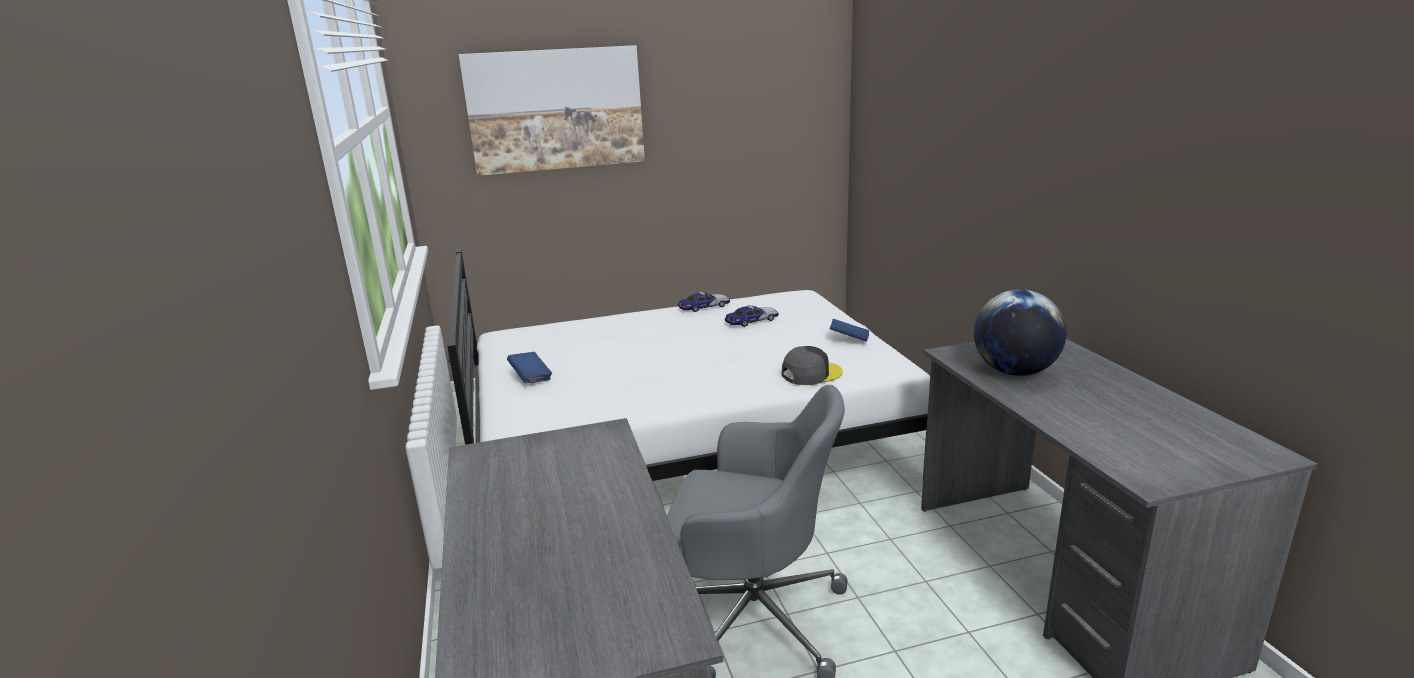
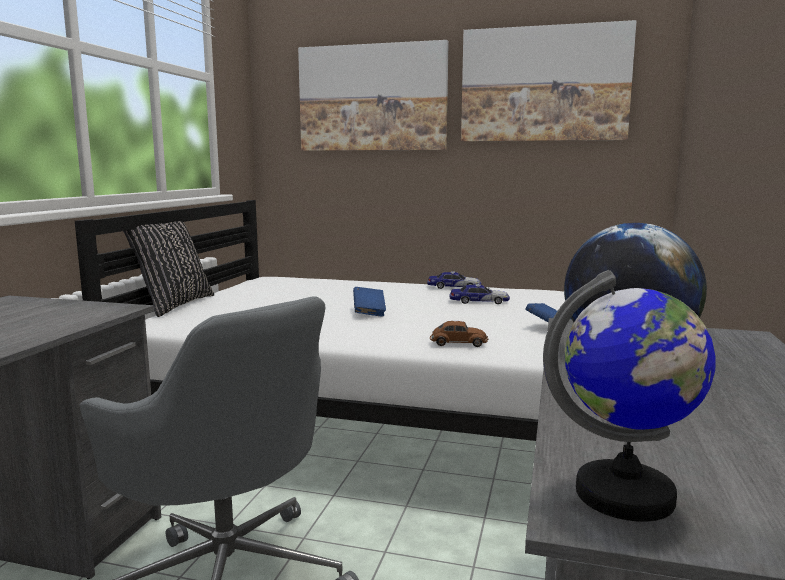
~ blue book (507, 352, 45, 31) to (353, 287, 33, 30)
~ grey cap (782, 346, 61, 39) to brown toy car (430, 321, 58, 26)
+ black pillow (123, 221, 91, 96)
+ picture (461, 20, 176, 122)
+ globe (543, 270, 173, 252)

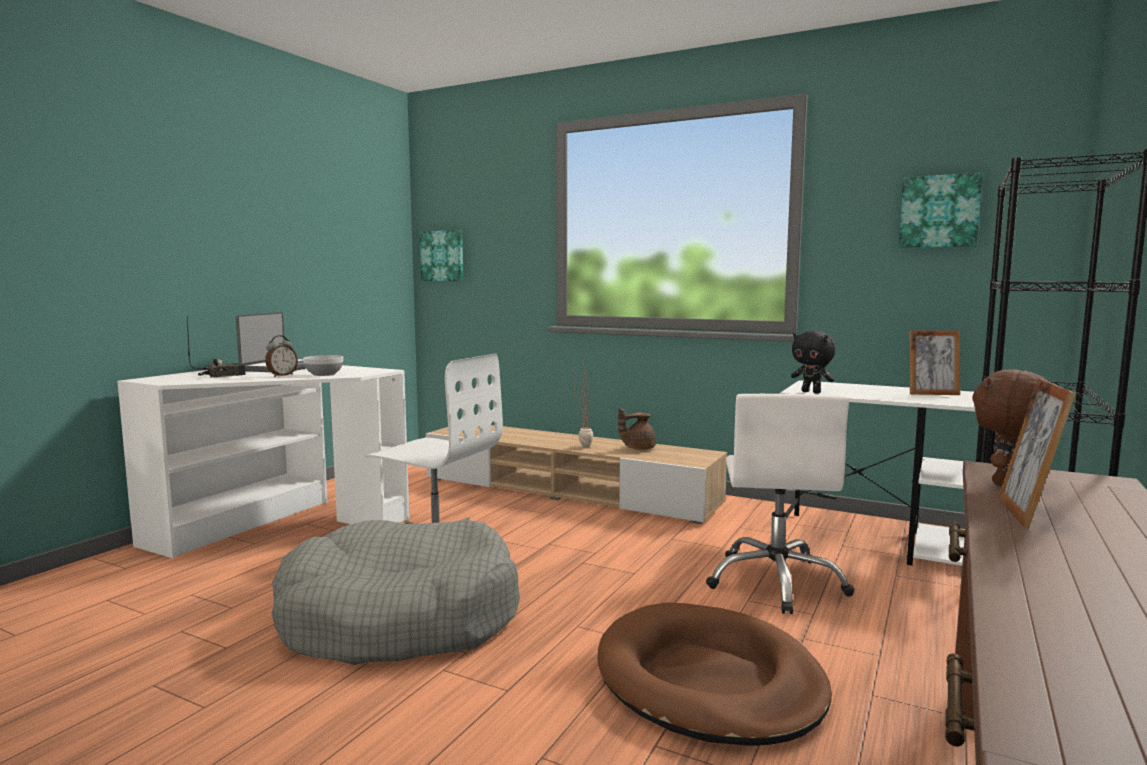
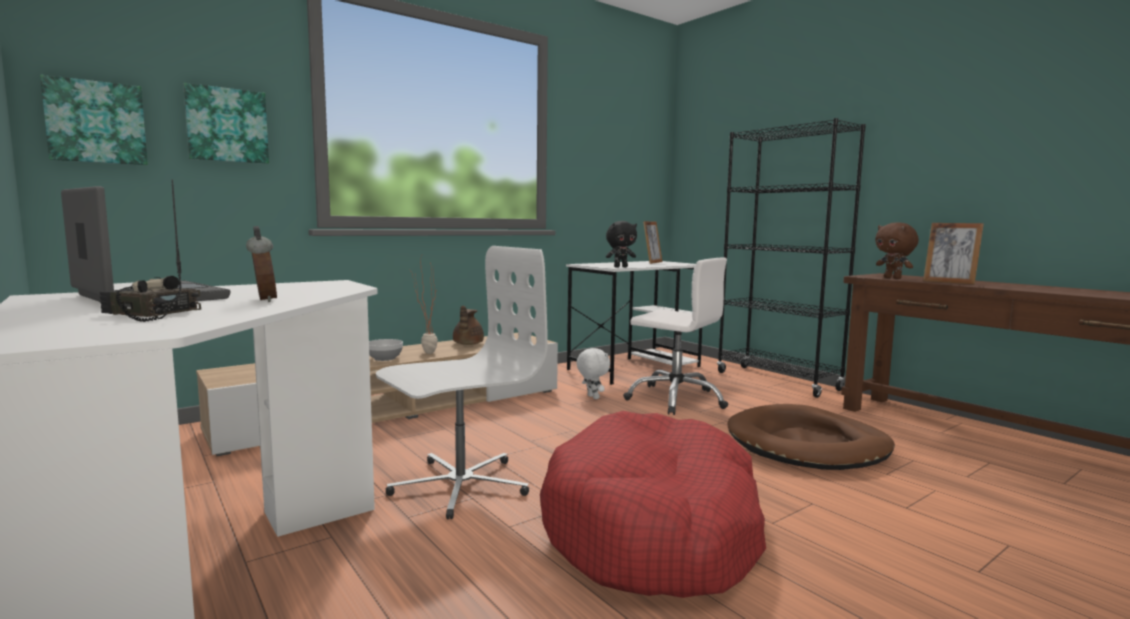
~ radio (187, 316, 59, 61) = (99, 179, 102, 143) 60 degrees counterclockwise
~ grey dog bed (271, 520, 249, 145) to red dog bed (540, 411, 226, 187)
~ bowl (303, 355, 40, 21) to (369, 339, 34, 22)
~ picture (899, 173, 83, 75) to (183, 83, 86, 81)
+ white plush toy (577, 348, 33, 51)

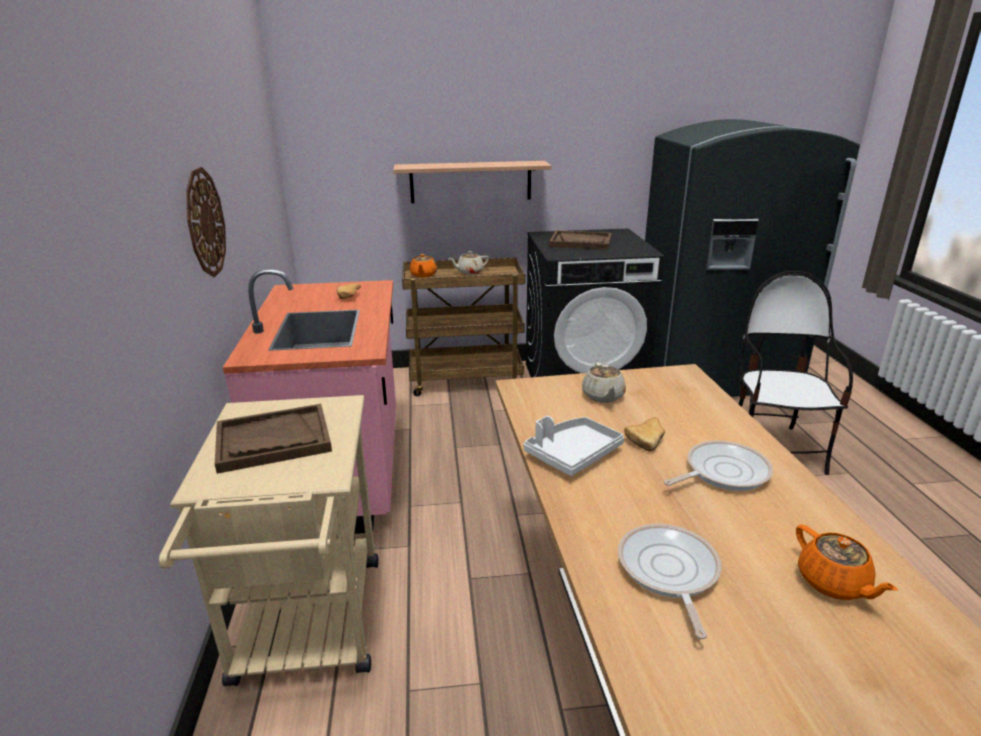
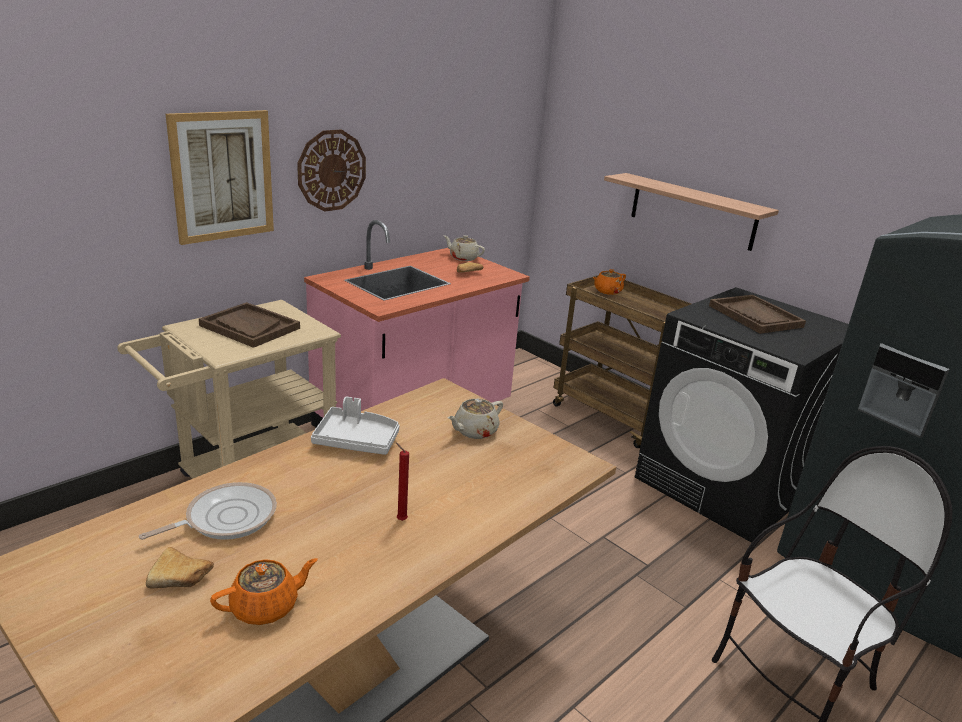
~ beige teapot (448, 251, 41, 24) to (443, 235, 42, 26)
~ bread (624, 417, 41, 35) to (146, 547, 68, 42)
~ frying pan (664, 441, 109, 50) to red candle (396, 443, 13, 78)
~ orange teapot (796, 525, 102, 75) = (210, 558, 108, 67) 150 degrees counterclockwise
+ picture (166, 110, 108, 135)

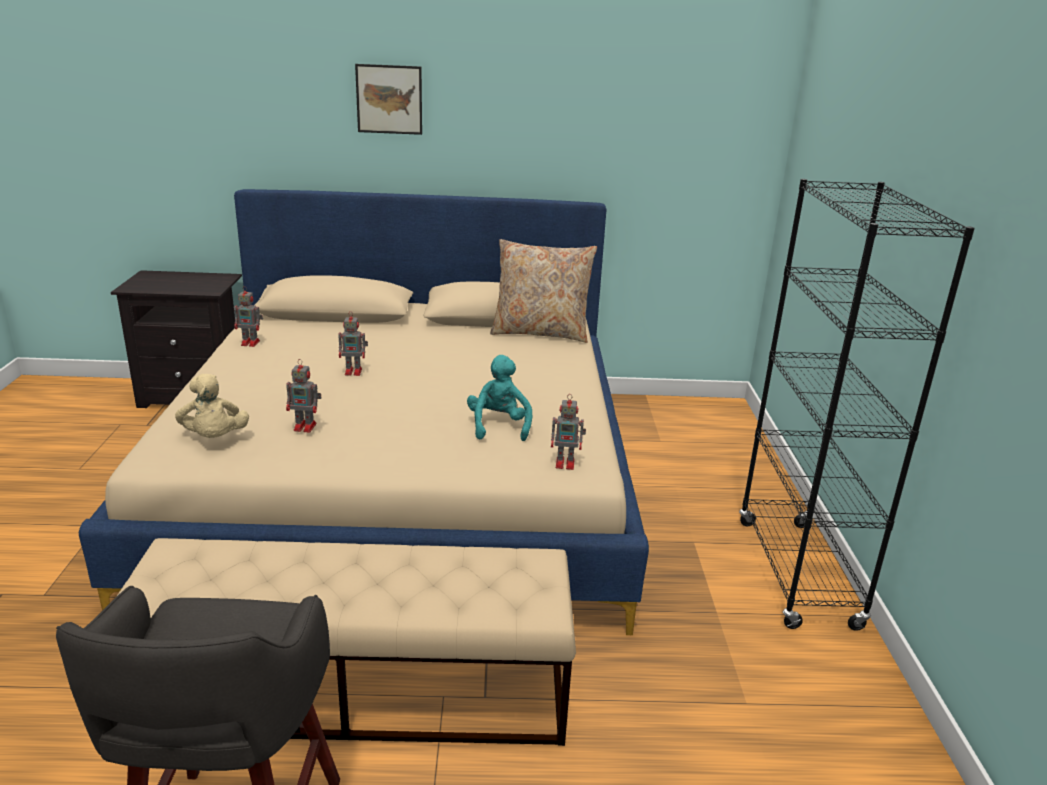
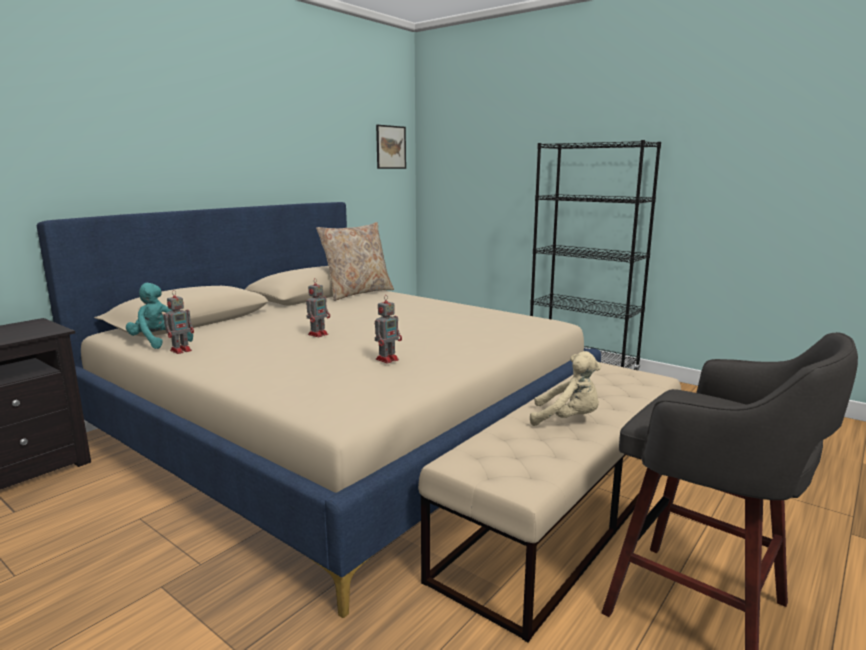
~ beige plush toy (175, 374, 74, 64) to (530, 351, 71, 75)
~ picture (355, 64, 67, 71) to (376, 125, 30, 44)
~ turquoise plush toy (467, 355, 65, 86) to (126, 283, 67, 66)
- toy robot (551, 394, 35, 76)

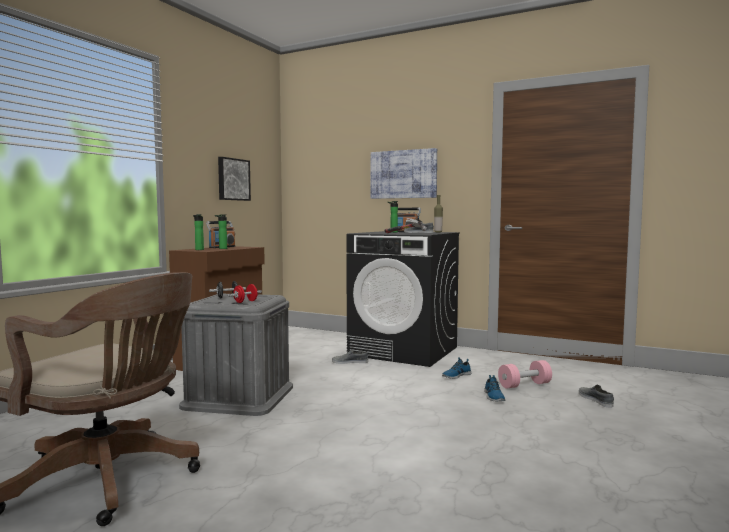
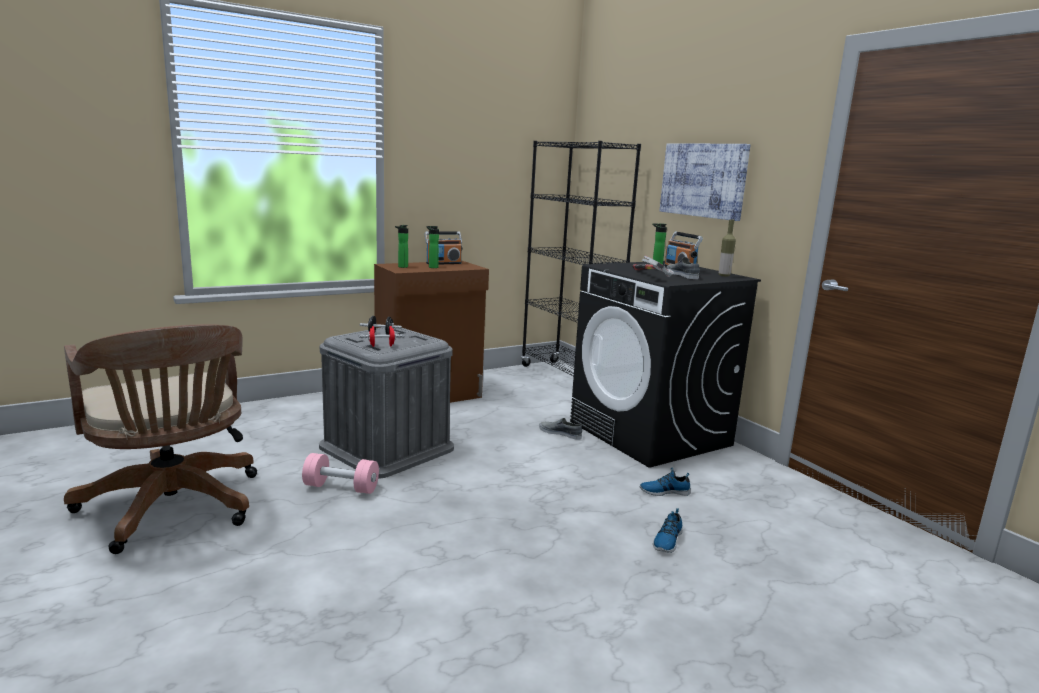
- picture (218, 157, 33, 44)
~ pink dumbbell (498, 360, 54, 29) to (302, 453, 77, 41)
- grey shoe (579, 385, 35, 23)
+ black bookcase (521, 141, 120, 235)

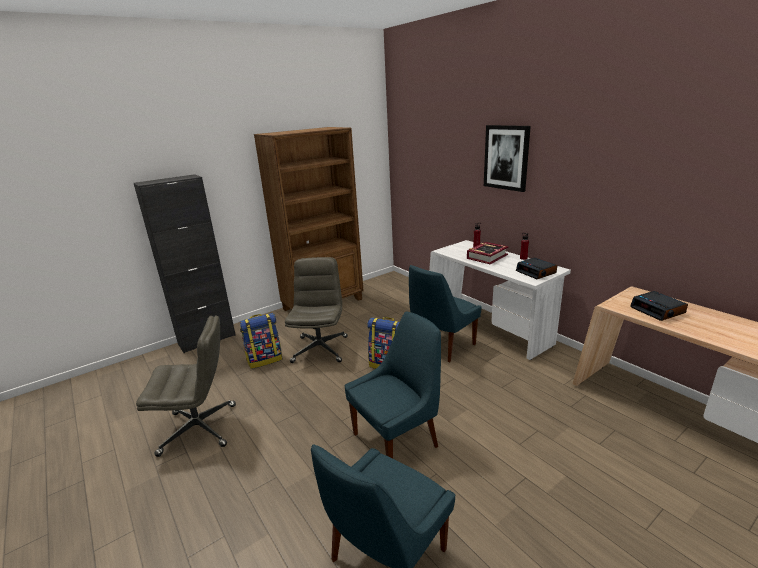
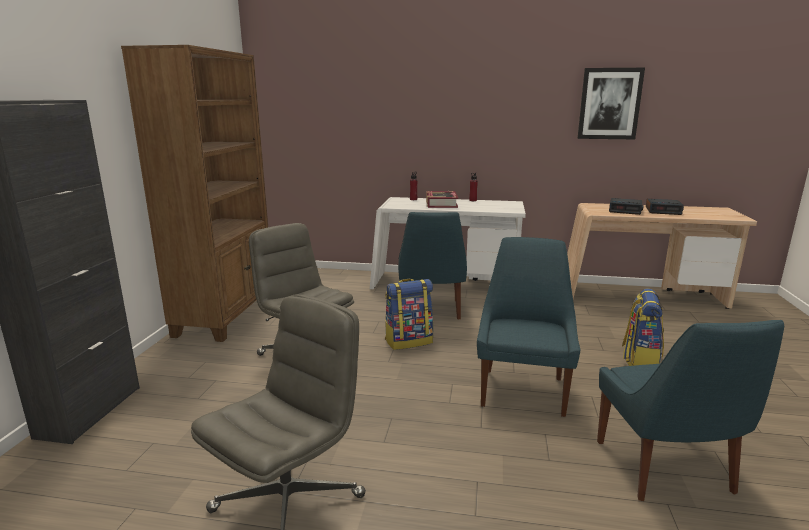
~ backpack (240, 313, 42, 56) to (622, 289, 42, 77)
~ picture (484, 125, 47, 67) to (578, 68, 67, 71)
~ alarm clock (516, 258, 41, 21) to (646, 199, 38, 16)

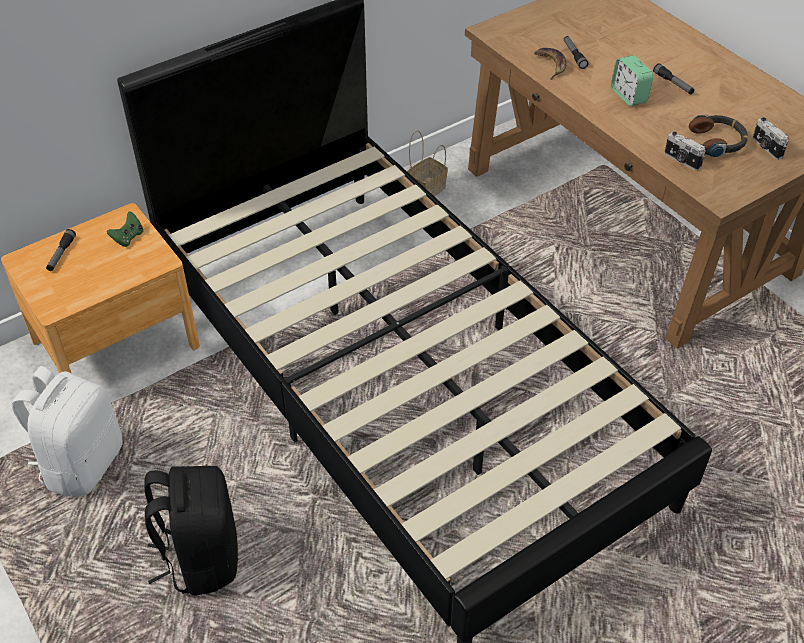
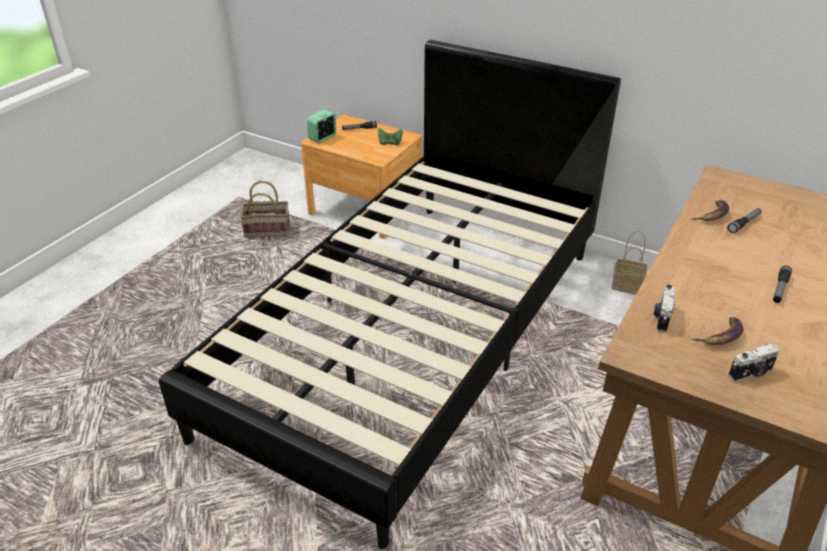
~ white backpack (12, 366, 111, 130) to basket (240, 181, 50, 57)
- black backpack (144, 466, 94, 130)
~ alarm clock (611, 55, 42, 51) to (307, 109, 29, 34)
~ headphones (689, 114, 59, 44) to banana (692, 317, 52, 28)
~ photo camera (753, 117, 36, 43) = (728, 344, 52, 38) 150 degrees counterclockwise

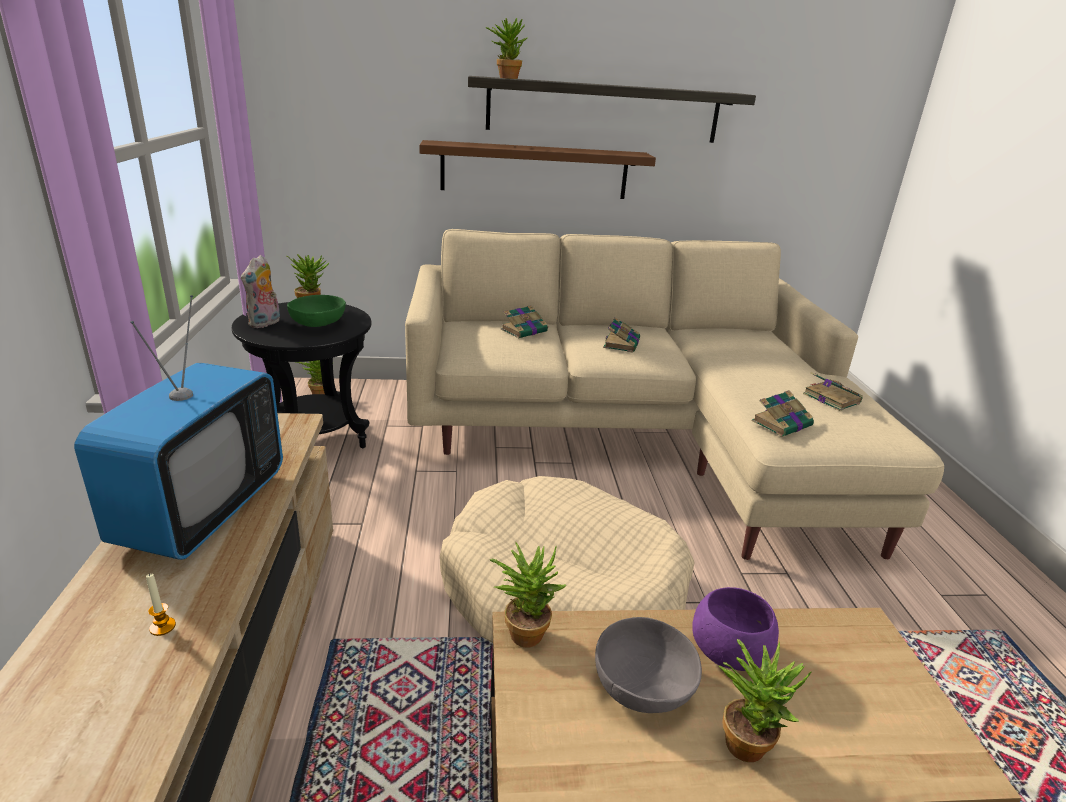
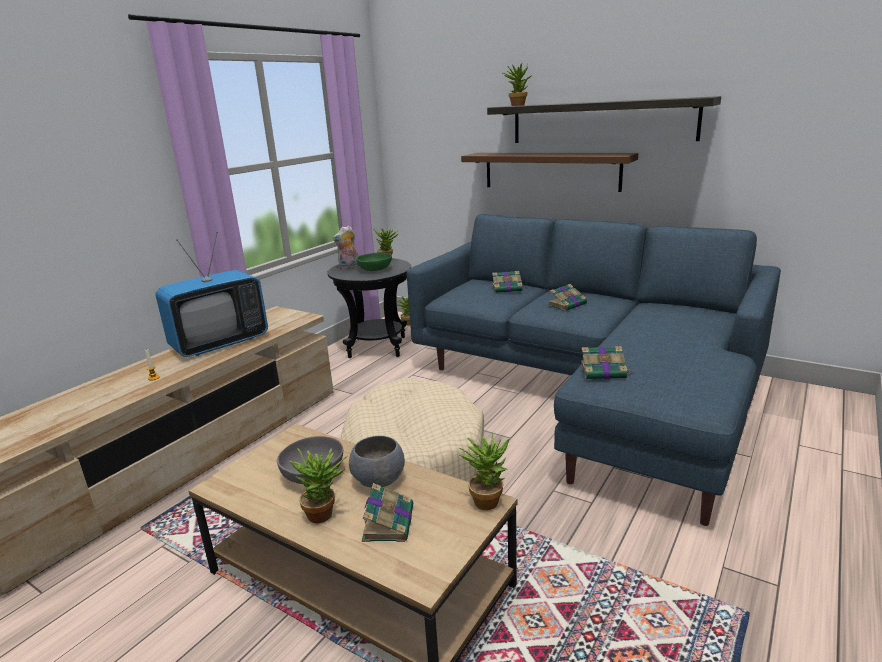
~ beige sofa (405, 229, 539, 331) to blue sofa (407, 214, 374, 312)
~ potted plant (490, 541, 77, 107) to (458, 433, 51, 77)
~ purple bowl (692, 587, 87, 84) to grey bowl (349, 436, 56, 52)
~ book (803, 372, 59, 39) to (362, 483, 51, 59)

